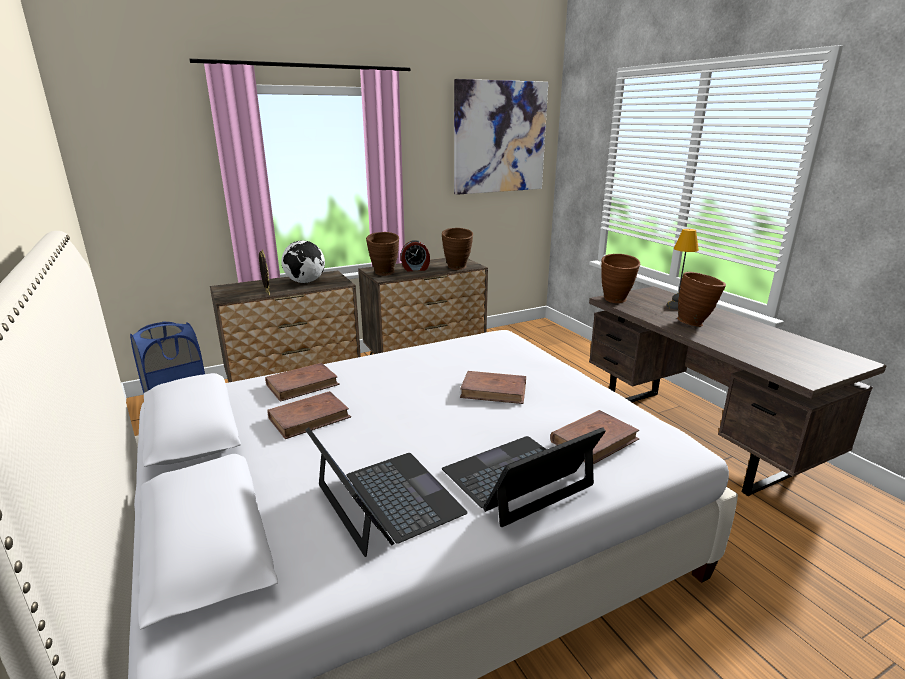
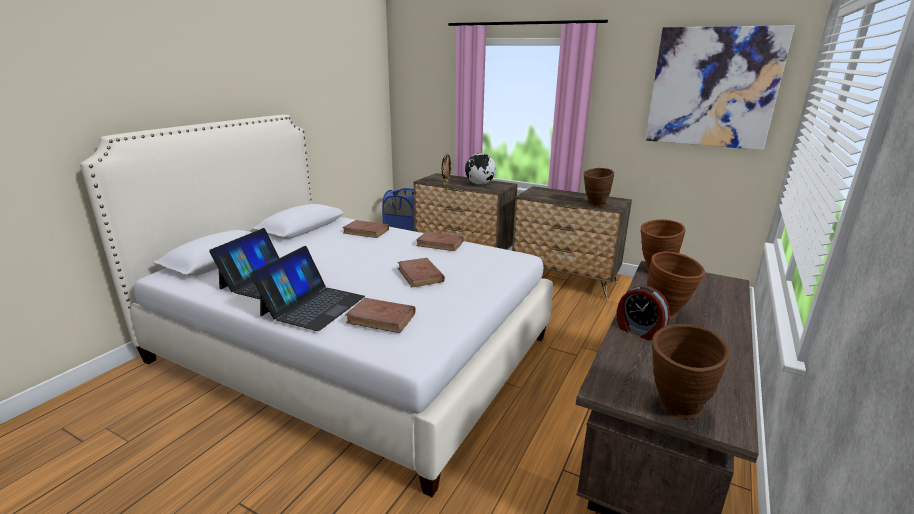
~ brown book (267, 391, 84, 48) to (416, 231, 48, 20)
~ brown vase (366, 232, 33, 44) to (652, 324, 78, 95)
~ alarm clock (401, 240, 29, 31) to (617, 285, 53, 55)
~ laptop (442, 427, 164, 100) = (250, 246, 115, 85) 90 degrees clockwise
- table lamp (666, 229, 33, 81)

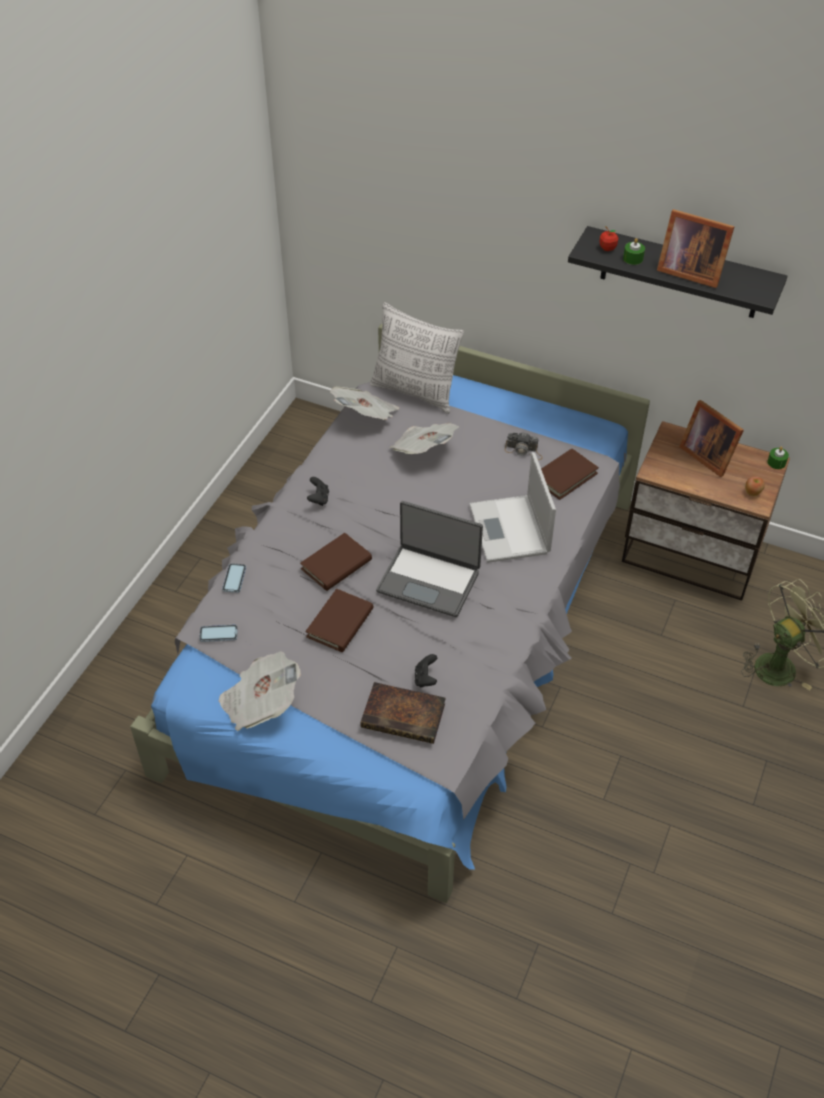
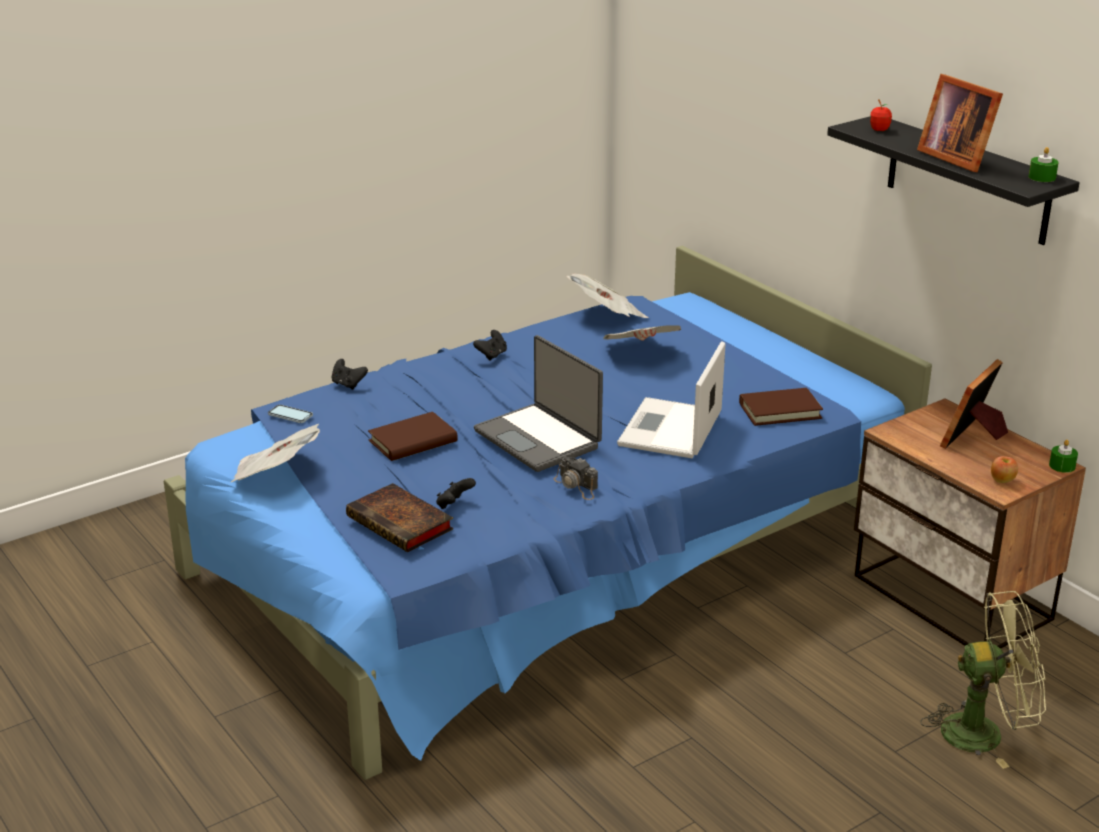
~ grey bed (130, 324, 520, 579) to blue bed (164, 245, 768, 535)
~ phone (222, 563, 24, 30) to black game controller (331, 359, 37, 31)
- brown book (300, 533, 72, 58)
- pillow (370, 302, 94, 112)
~ photo camera (505, 433, 38, 27) to (553, 457, 45, 43)
~ green candle (623, 238, 22, 27) to (1029, 147, 30, 35)
~ picture frame (679, 400, 65, 77) = (940, 359, 68, 90) 45 degrees clockwise

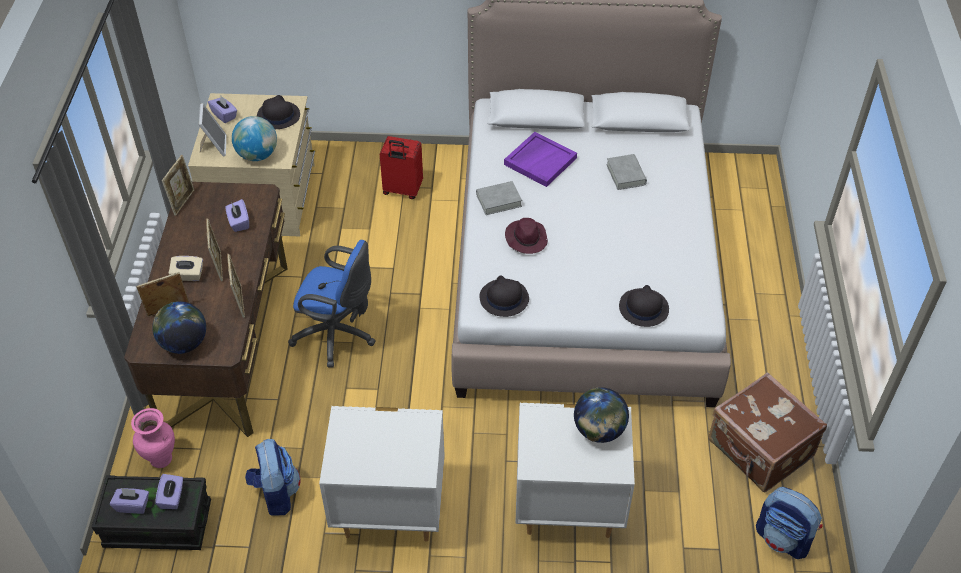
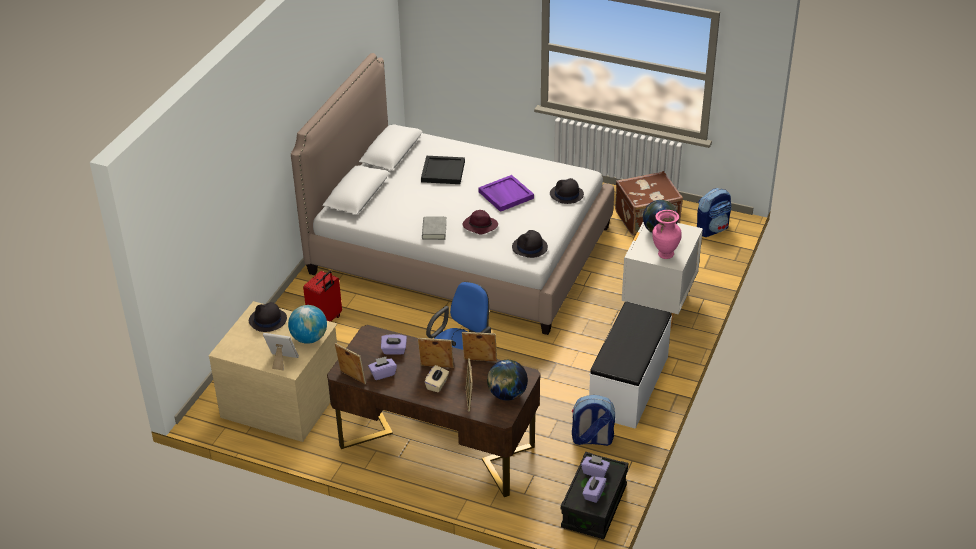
~ pink vase (131, 408, 44, 60) to (652, 210, 30, 49)
~ purple tissue box (208, 96, 29, 27) to (368, 357, 29, 23)
~ white nightstand (319, 406, 126, 136) to white bench (589, 302, 83, 127)
~ purple tray (504, 132, 73, 55) to (478, 175, 56, 37)
~ grey book (606, 154, 41, 36) to black tray (421, 156, 44, 28)

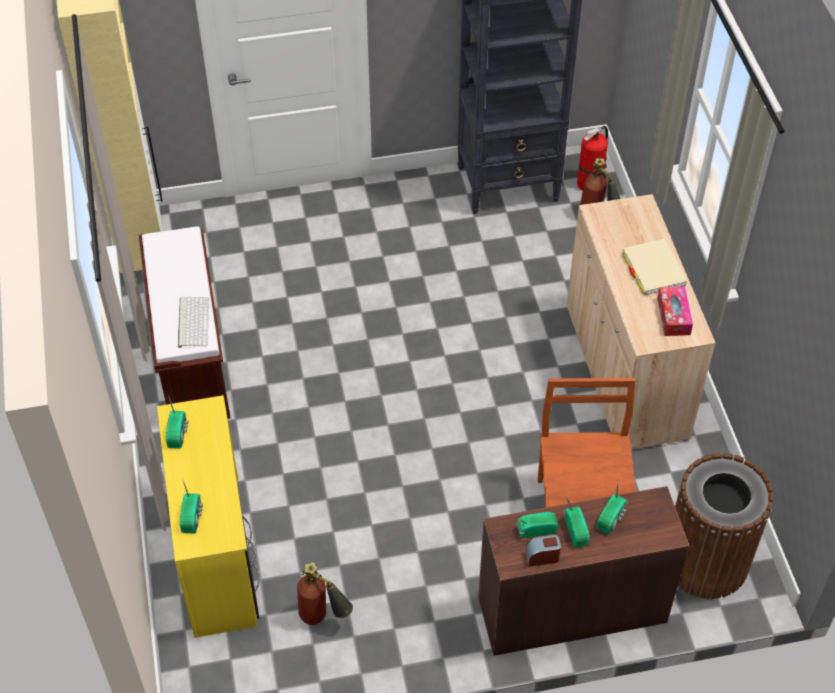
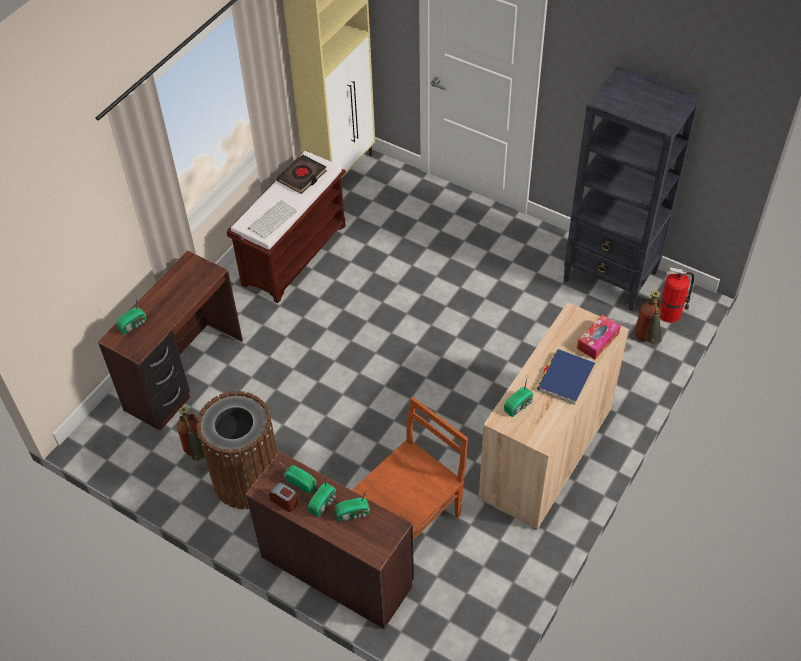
~ yellow desk (157, 395, 103, 243) to brown desk (98, 250, 145, 181)
~ radio (166, 395, 22, 54) to (504, 374, 30, 43)
~ beige book (622, 239, 65, 56) to blue book (537, 349, 58, 56)
~ tissue box (657, 286, 36, 50) to (577, 315, 44, 45)
~ brown trash can (675, 453, 99, 146) to (196, 391, 82, 118)
+ black book (277, 154, 50, 40)

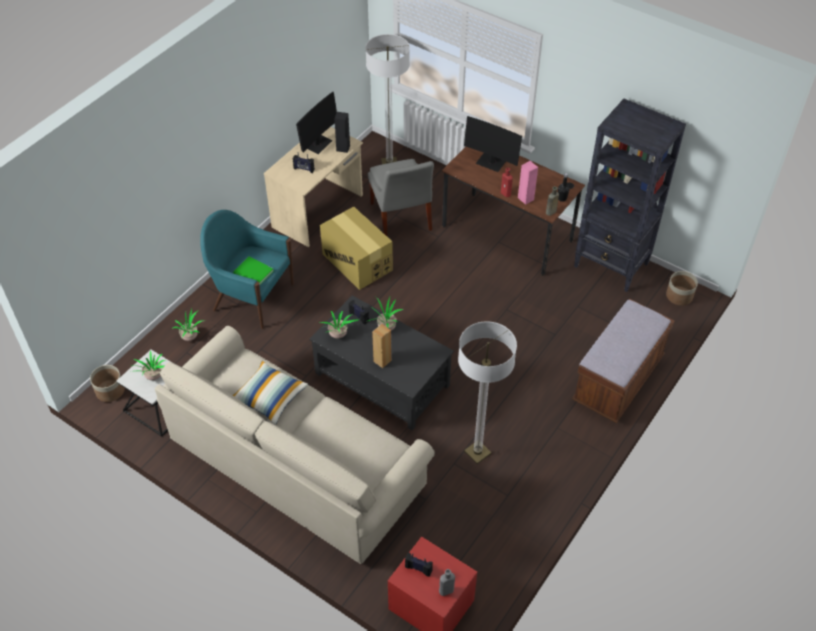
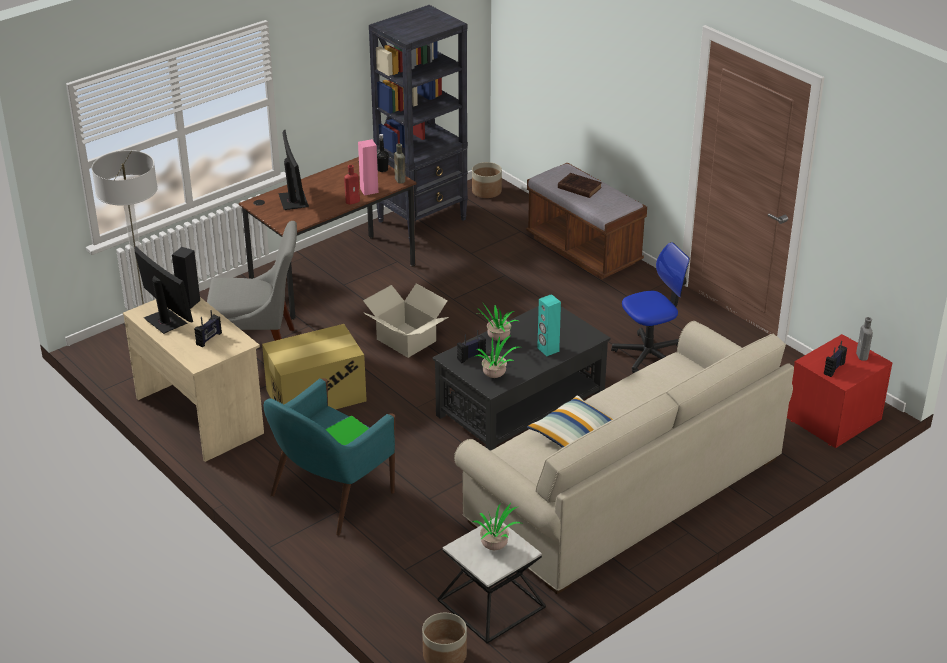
- potted plant (173, 309, 32, 32)
~ brown speaker (372, 324, 20, 44) to turquoise speaker (537, 294, 24, 62)
~ floor lamp (458, 321, 59, 143) to office chair (611, 242, 79, 131)
~ monitor (464, 116, 58, 56) = (278, 130, 31, 80) 60 degrees counterclockwise
+ cardboard box (363, 283, 86, 75)
+ brown book (558, 173, 44, 25)

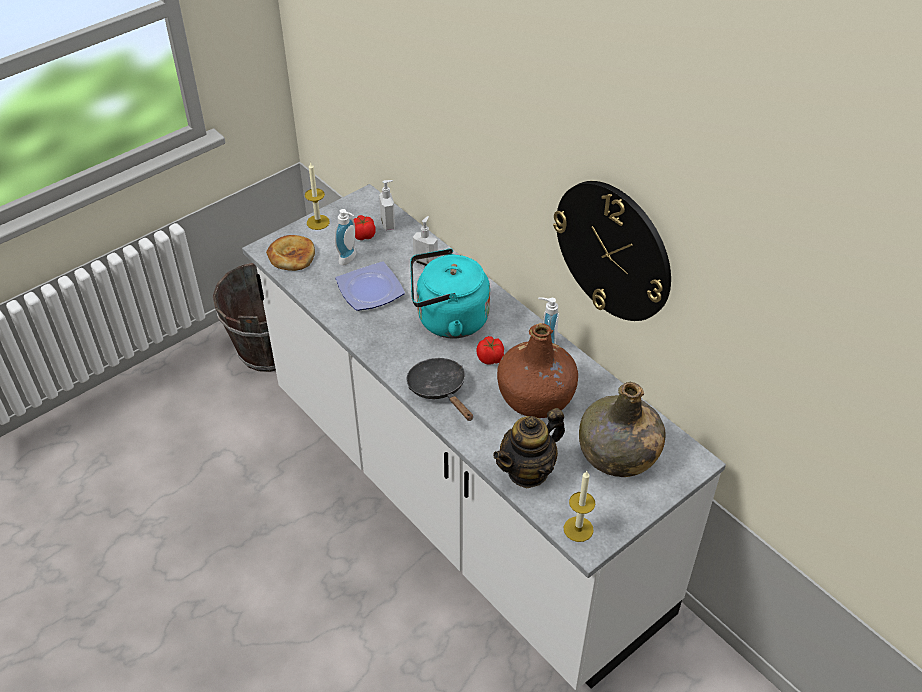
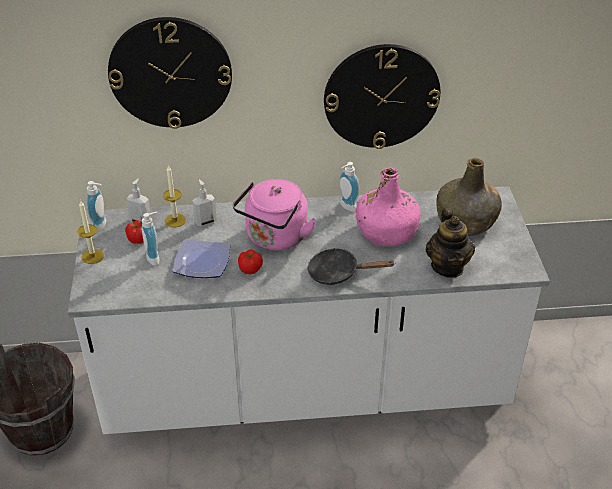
- bread (266, 235, 49, 36)
~ turquoise kettle (410, 248, 80, 90) to pink kettle (233, 179, 84, 71)
~ tomato (477, 336, 27, 29) to (238, 249, 25, 25)
~ brown bottle (497, 323, 81, 95) to pink bottle (356, 168, 65, 78)
~ candle (564, 471, 31, 71) to (163, 165, 23, 62)
+ soap dispenser (86, 181, 20, 52)
+ wall clock (108, 17, 124, 112)

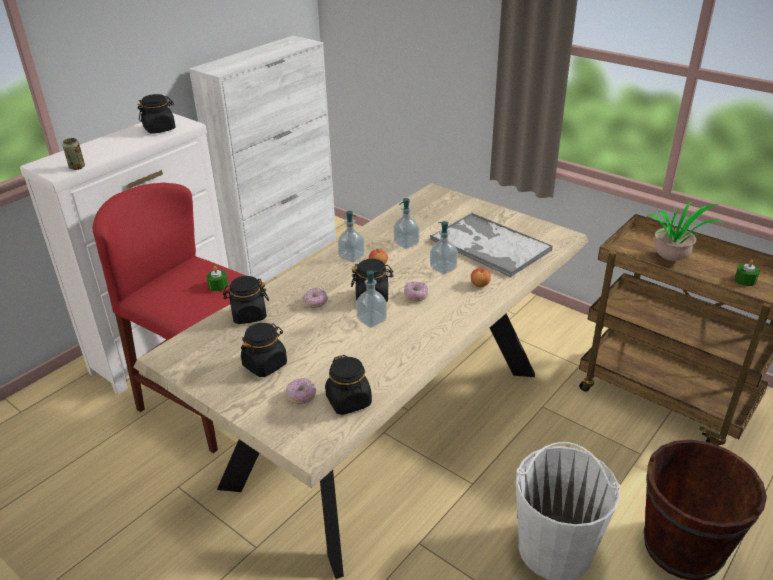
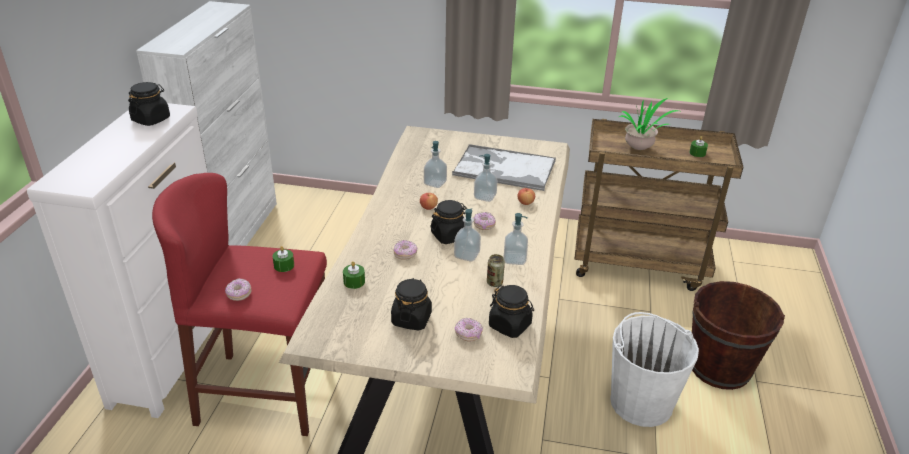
~ can (63, 138, 22, 32) to (487, 254, 18, 33)
~ black jar (223, 276, 46, 48) to green candle (343, 261, 22, 28)
~ soap dispenser (338, 211, 27, 51) to (503, 213, 25, 52)
+ donut (225, 279, 26, 22)

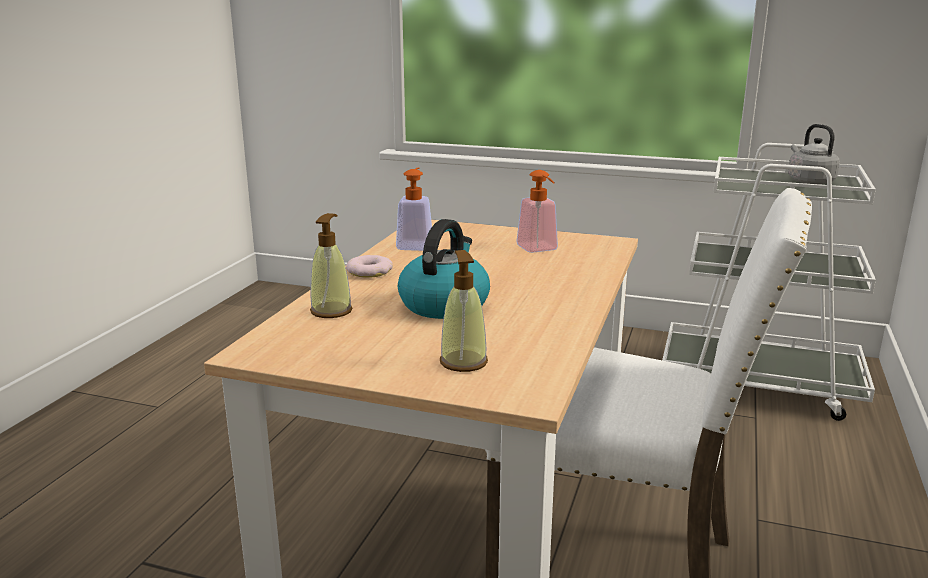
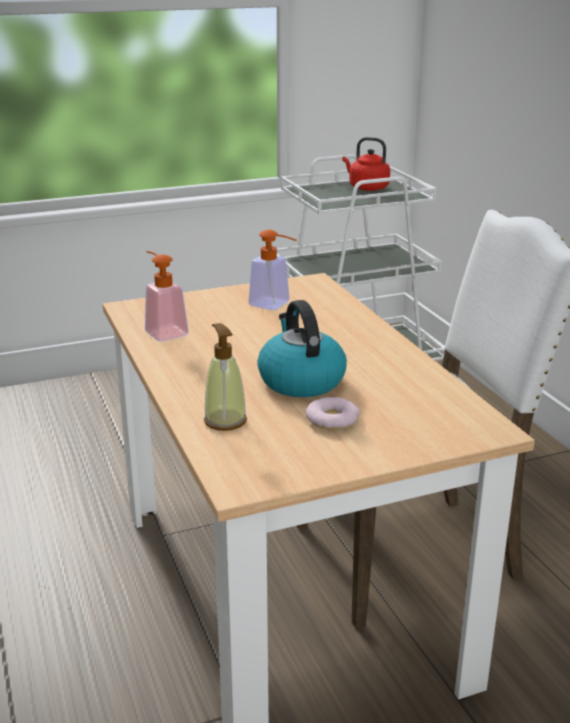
~ donut (346, 255, 47, 23) to (305, 397, 55, 33)
- soap dispenser (440, 250, 48, 122)
~ grey kettle (788, 124, 52, 60) to red kettle (342, 137, 48, 54)

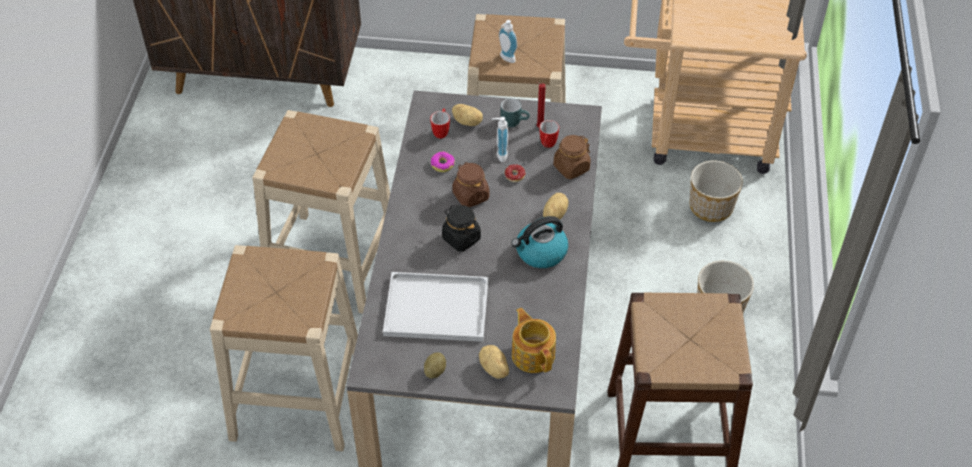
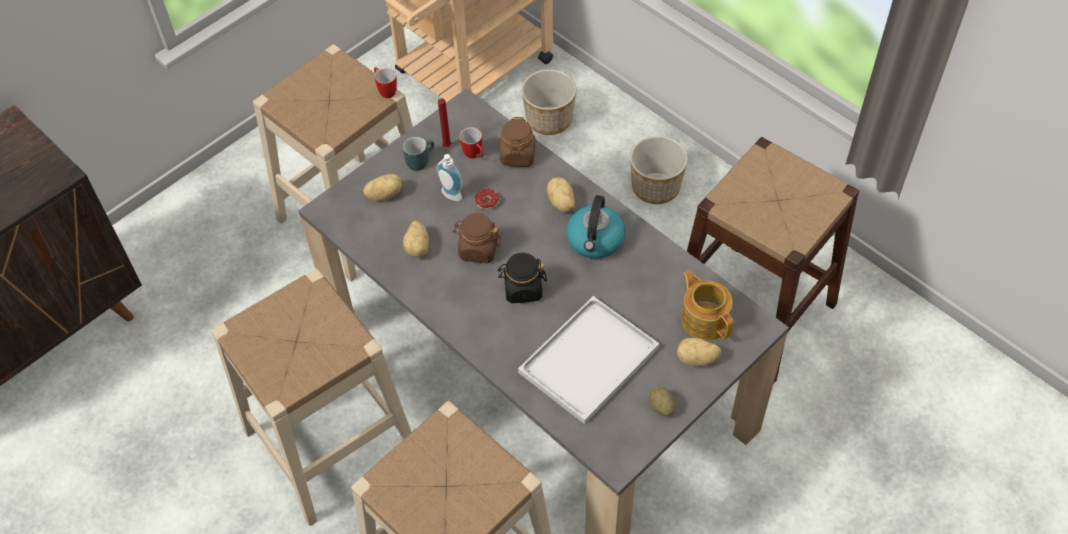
~ mug (430, 109, 20, 30) to (374, 67, 23, 31)
~ donut (431, 152, 24, 20) to potato (403, 221, 26, 36)
- soap dispenser (499, 20, 19, 43)
~ teapot (512, 308, 44, 65) = (681, 270, 53, 71) 45 degrees clockwise

